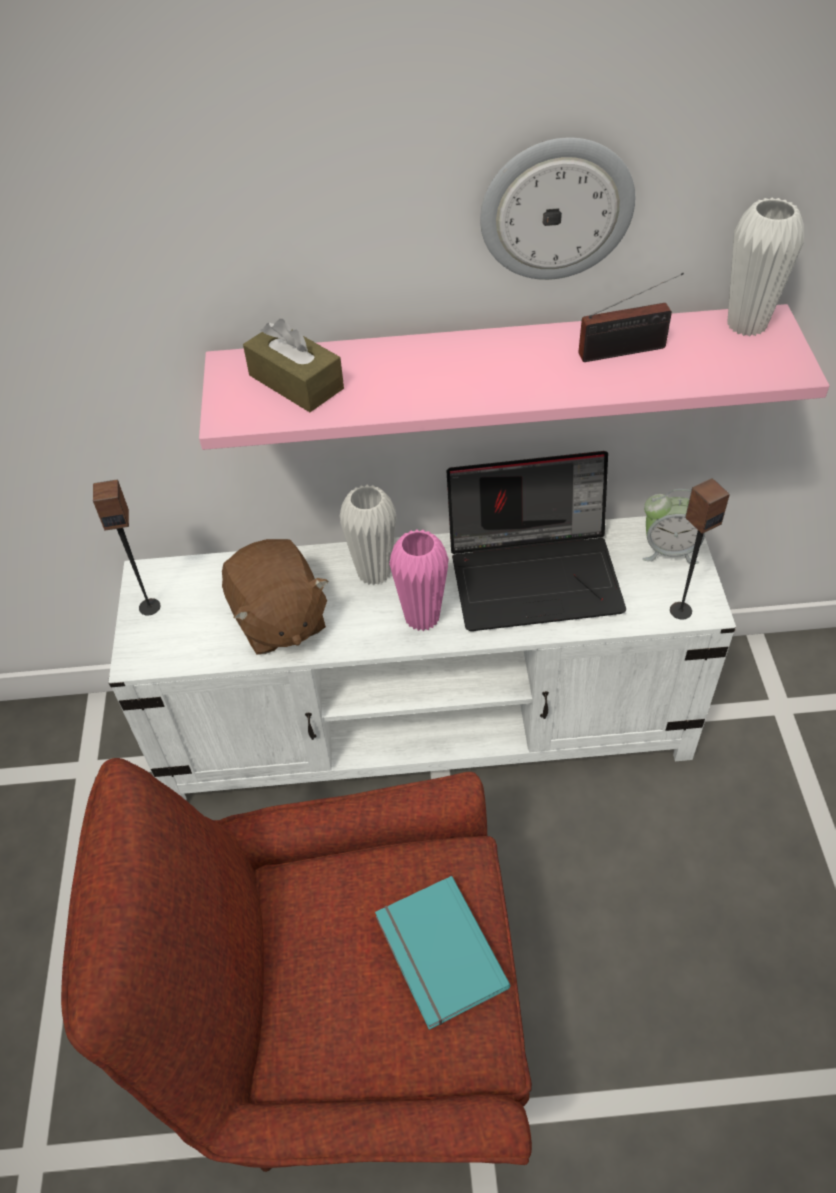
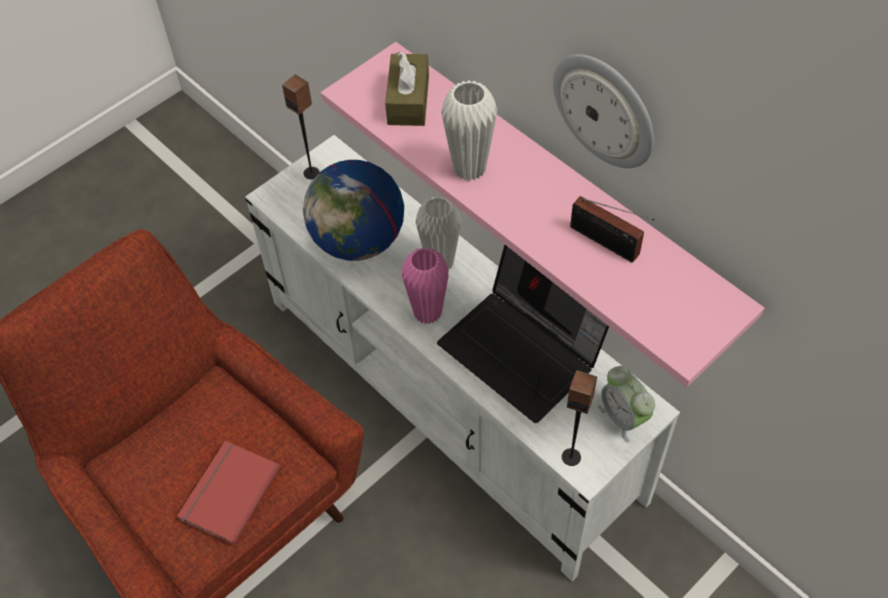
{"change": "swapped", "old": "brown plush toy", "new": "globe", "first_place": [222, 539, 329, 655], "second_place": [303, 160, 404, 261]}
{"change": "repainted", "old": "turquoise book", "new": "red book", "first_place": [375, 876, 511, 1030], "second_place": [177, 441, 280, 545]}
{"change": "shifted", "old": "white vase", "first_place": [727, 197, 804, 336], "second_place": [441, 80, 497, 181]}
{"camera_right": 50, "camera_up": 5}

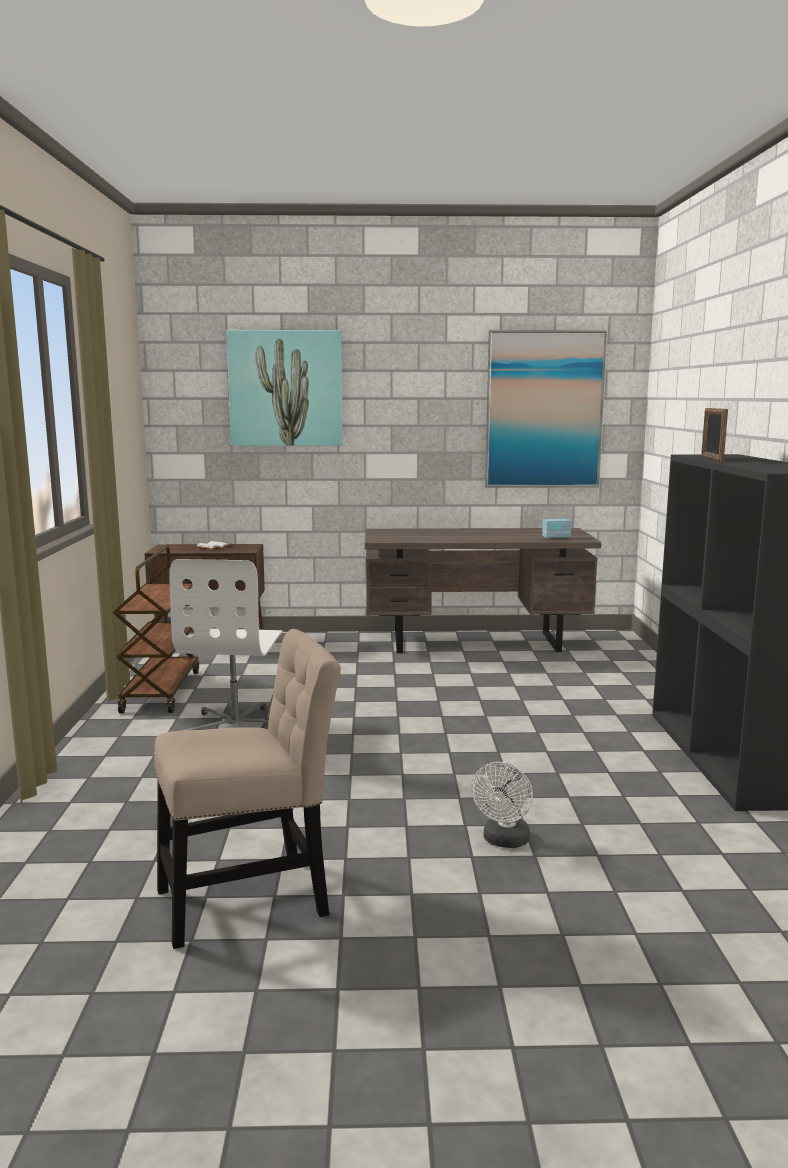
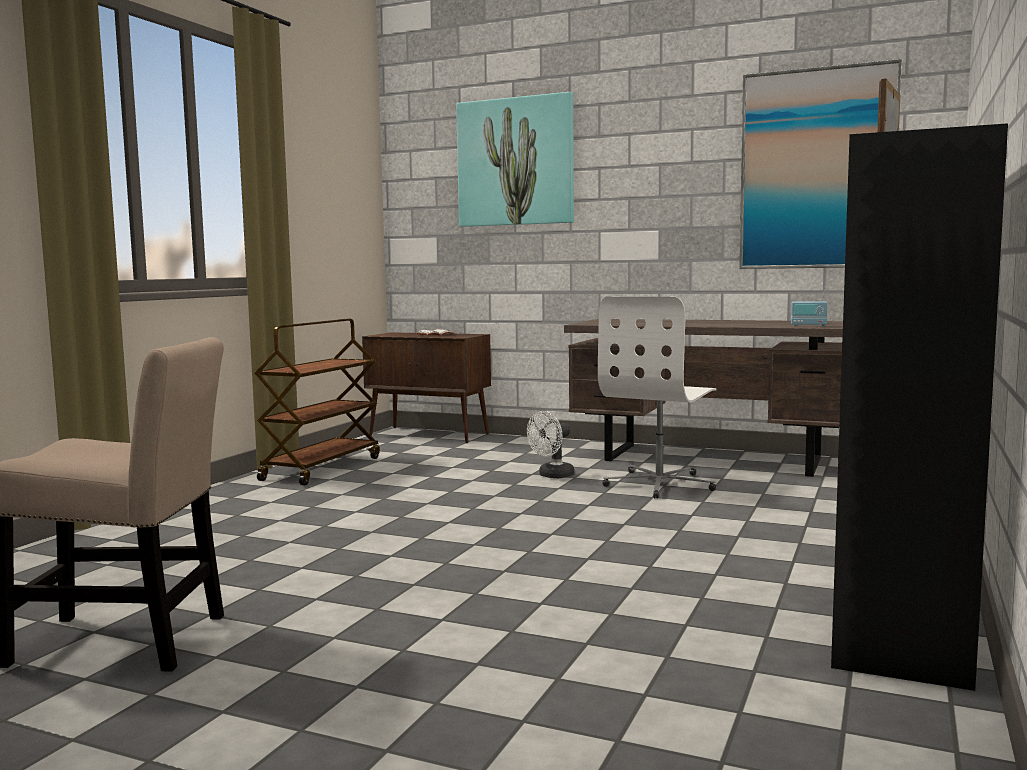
{"change": "shifted", "old": "white office chair", "first_place": [169, 559, 283, 731], "second_place": [598, 297, 717, 499]}
{"change": "shifted", "old": "white fan", "first_place": [471, 762, 533, 848], "second_place": [527, 411, 575, 478]}
{"camera_right": 25, "camera_up": -5}

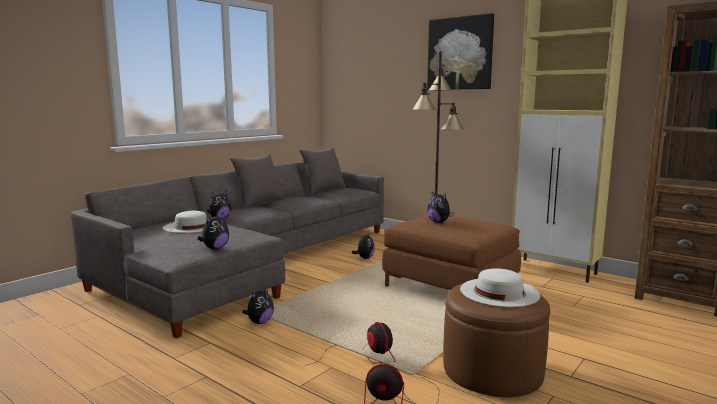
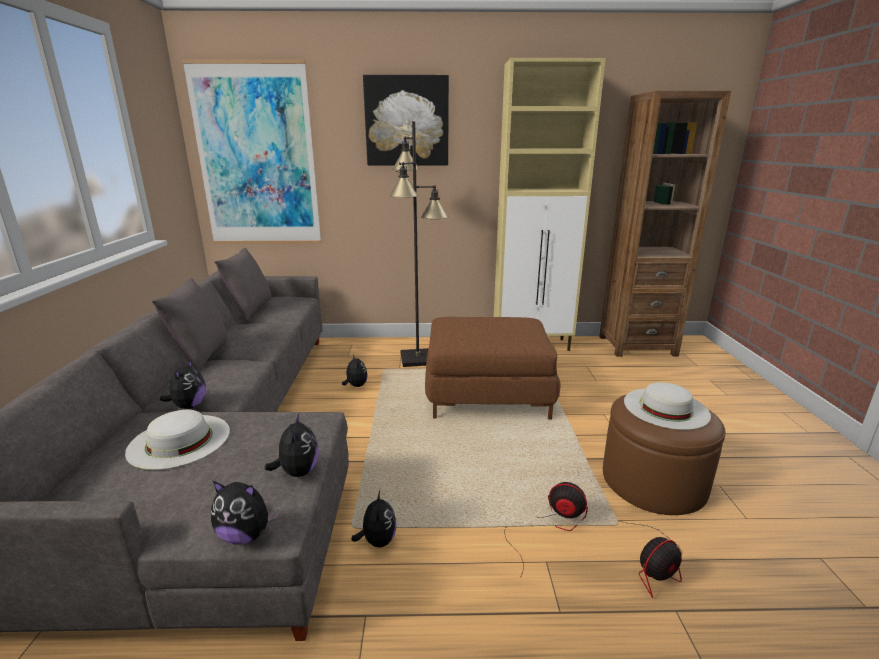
{"change": "shifted", "old": "plush toy", "first_place": [427, 192, 454, 223], "second_place": [211, 481, 278, 545]}
{"change": "new", "new": "picture", "second_place": [182, 59, 321, 244]}
{"camera_right": -40, "camera_up": 10}

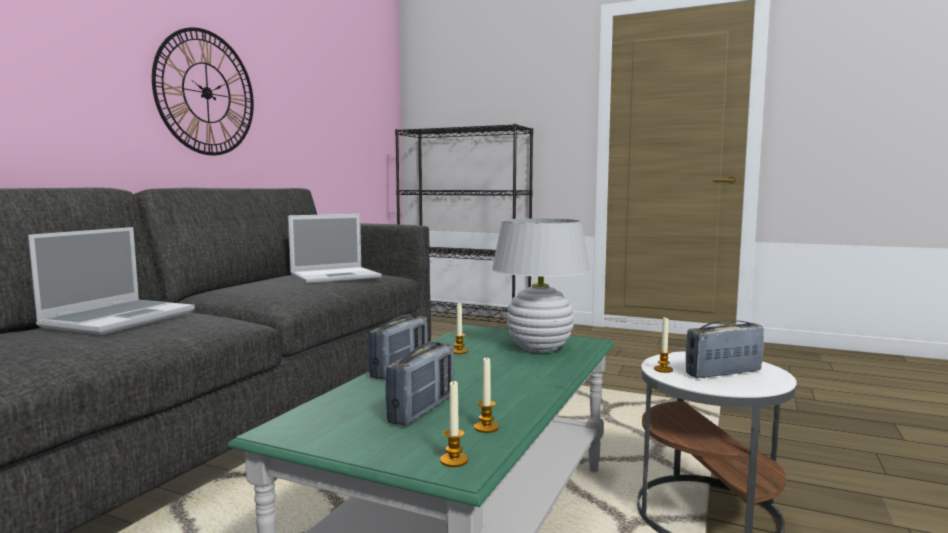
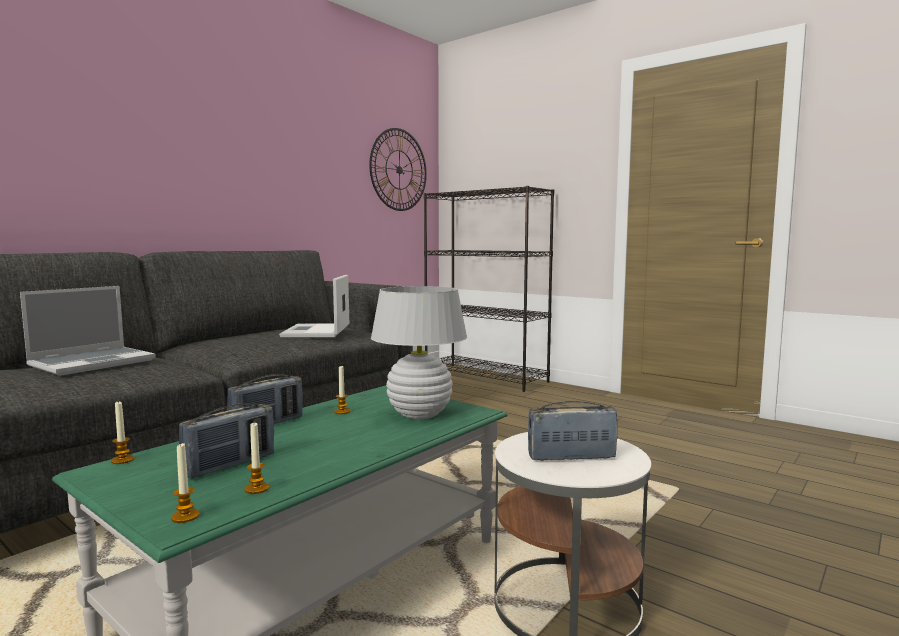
{"change": "shifted", "old": "wall clock", "first_place": [152, 27, 254, 155], "second_place": [369, 128, 427, 211]}
{"change": "rotated", "old": "laptop", "first_place": [288, 214, 382, 284], "second_place": [279, 275, 349, 337], "degrees": 105}
{"change": "shifted", "old": "candle", "first_place": [654, 317, 673, 373], "second_place": [111, 401, 135, 464]}
{"camera_right": 15, "camera_up": 0}

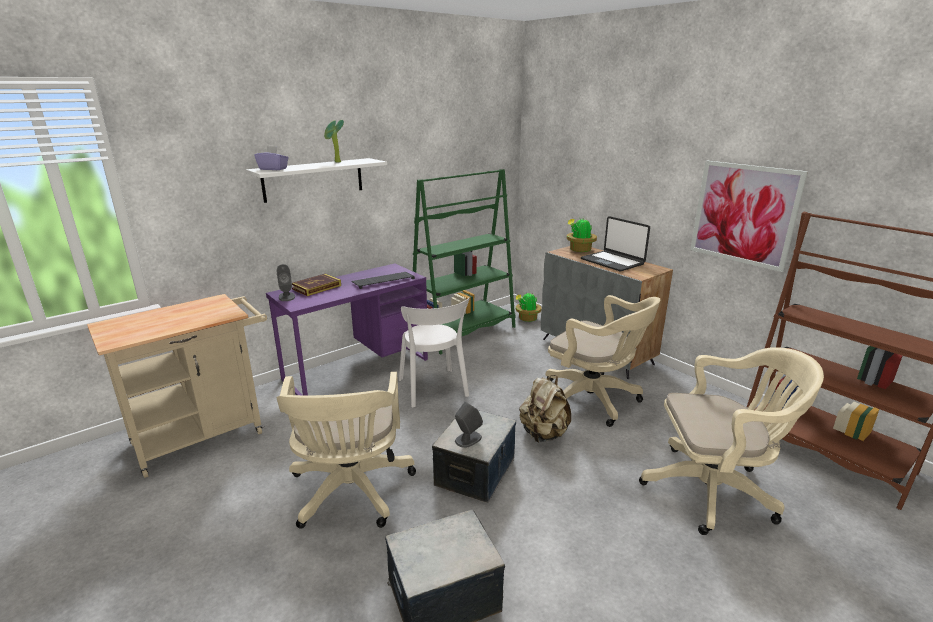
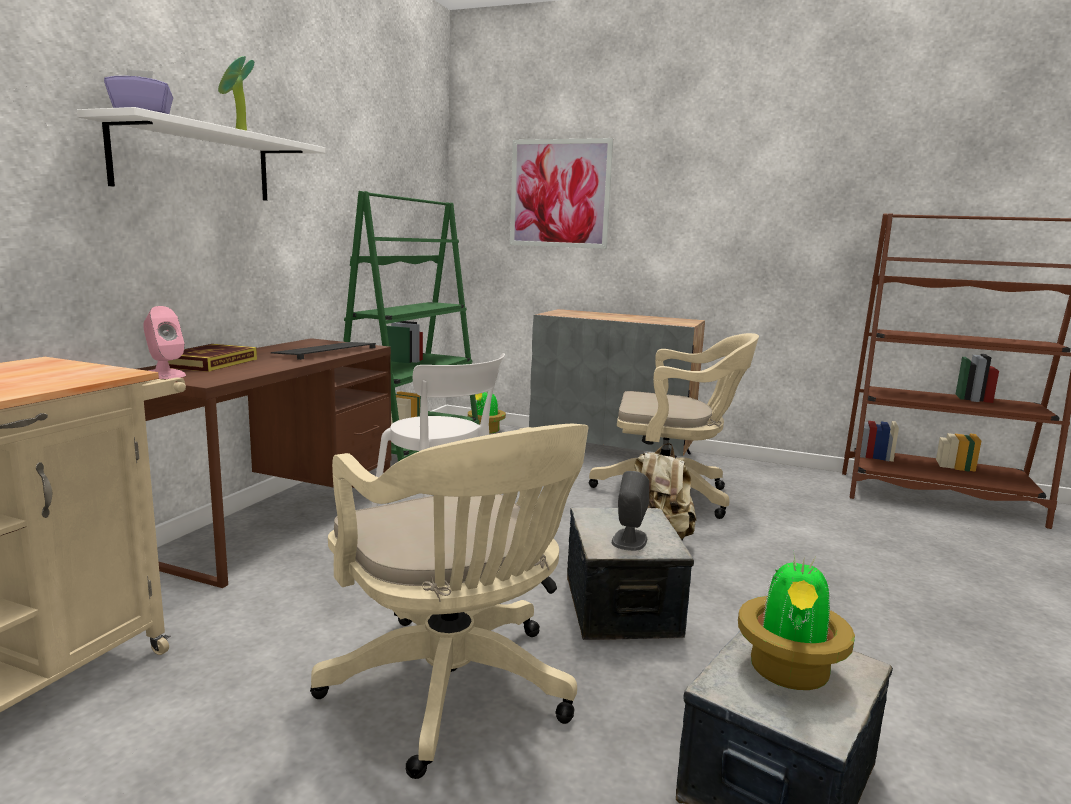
{"change": "repainted", "old": "purple desk", "new": "brown desk", "first_place": [266, 264, 428, 395], "second_place": [138, 338, 391, 588]}
{"change": "repainted", "old": "grey speaker", "new": "pink speaker", "first_place": [277, 264, 295, 301], "second_place": [143, 306, 186, 379]}
{"change": "shifted", "old": "potted plant", "first_place": [567, 217, 597, 252], "second_place": [738, 555, 855, 690]}
{"change": "gone", "old": "laptop", "first_place": [581, 216, 650, 271]}
{"change": "gone", "old": "beige office chair", "first_place": [639, 347, 824, 535]}
{"change": "shifted", "old": "picture", "first_place": [690, 161, 808, 272], "second_place": [510, 138, 613, 249]}
{"camera_right": -30, "camera_up": -10}

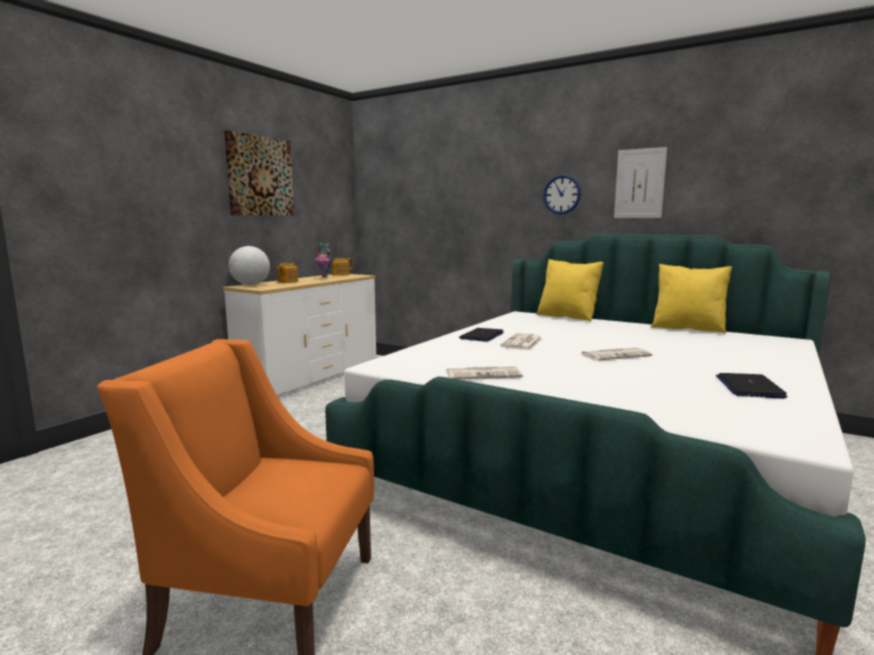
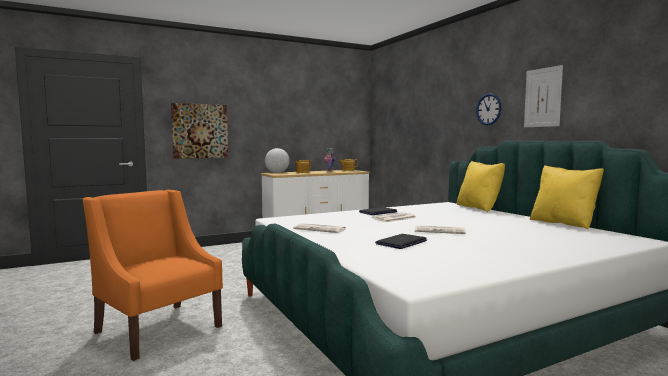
{"change": "shifted", "old": "picture", "first_place": [224, 130, 294, 216], "second_place": [171, 103, 228, 159]}
{"change": "shifted", "old": "laptop", "first_place": [716, 373, 788, 399], "second_place": [375, 234, 427, 249]}
{"camera_right": 30, "camera_up": -5}

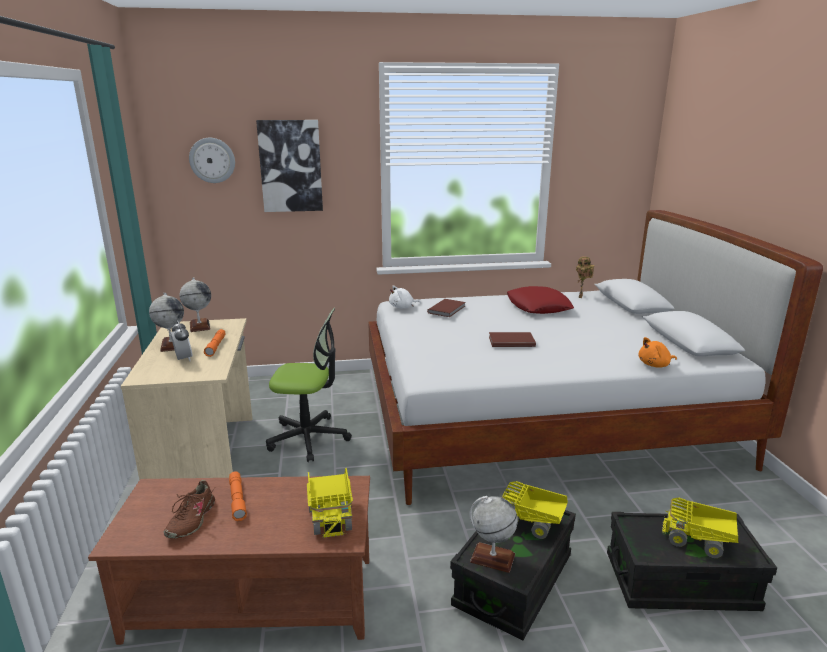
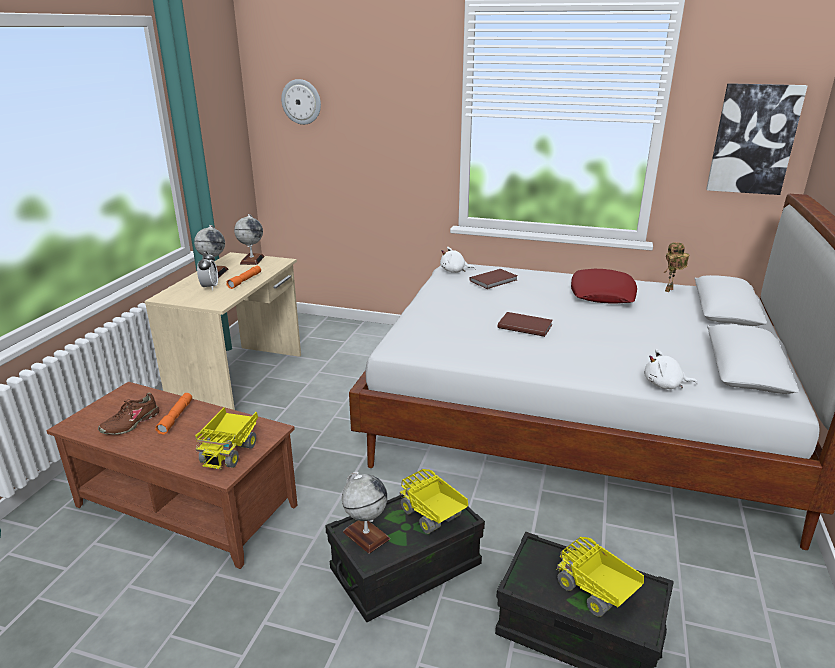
{"change": "shifted", "old": "picture", "first_place": [256, 120, 323, 212], "second_place": [706, 83, 807, 195]}
{"change": "gone", "old": "office chair", "first_place": [266, 308, 352, 462]}
{"change": "repainted", "old": "orange plush toy", "new": "white plush toy", "first_place": [639, 337, 677, 368], "second_place": [645, 349, 698, 389]}
{"camera_right": 25, "camera_up": 5}

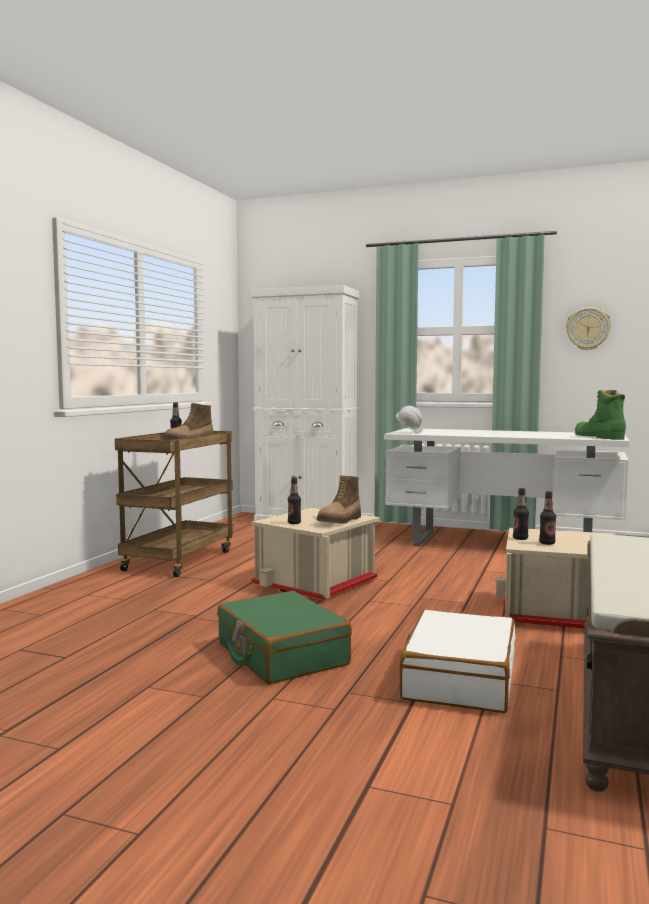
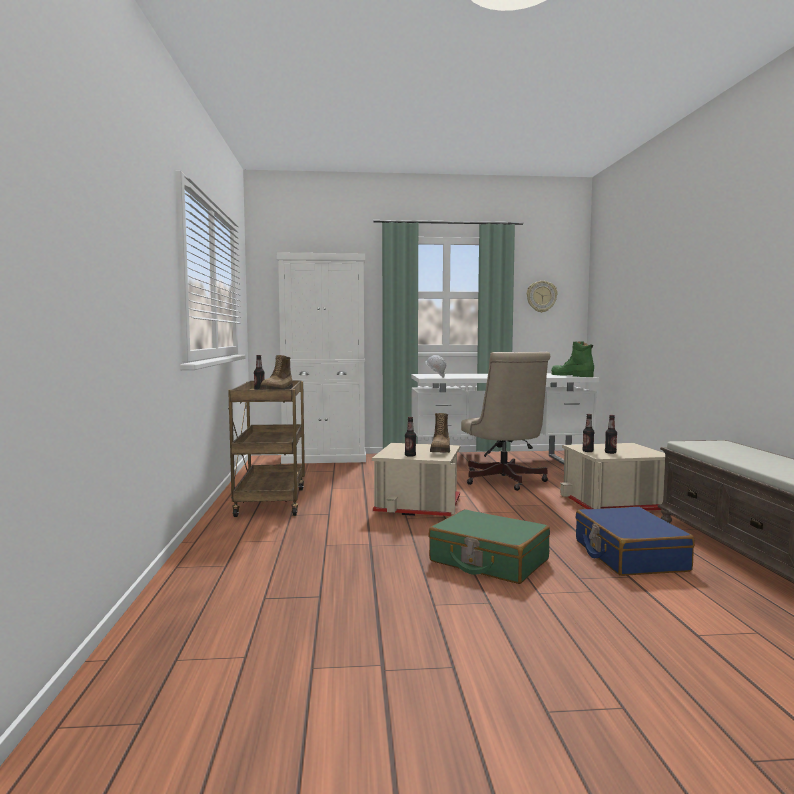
{"change": "repainted", "old": "white suitcase", "new": "blue suitcase", "first_place": [400, 610, 516, 713], "second_place": [575, 507, 695, 576]}
{"change": "new", "new": "beige office chair", "second_place": [461, 352, 550, 491]}
{"camera_right": -25, "camera_up": 0}

